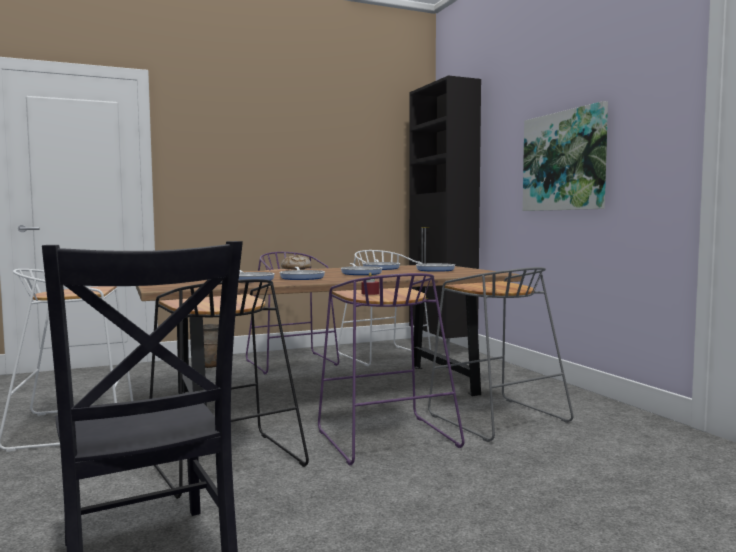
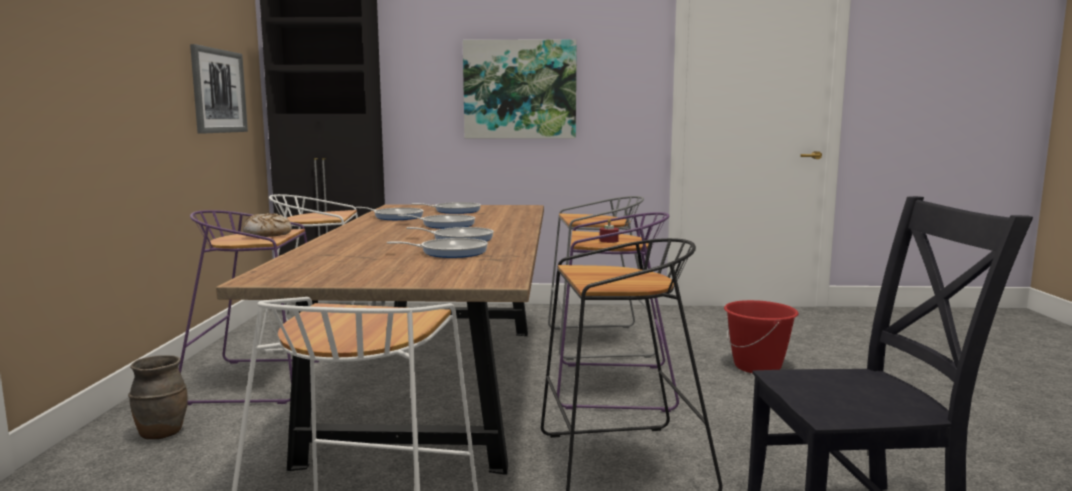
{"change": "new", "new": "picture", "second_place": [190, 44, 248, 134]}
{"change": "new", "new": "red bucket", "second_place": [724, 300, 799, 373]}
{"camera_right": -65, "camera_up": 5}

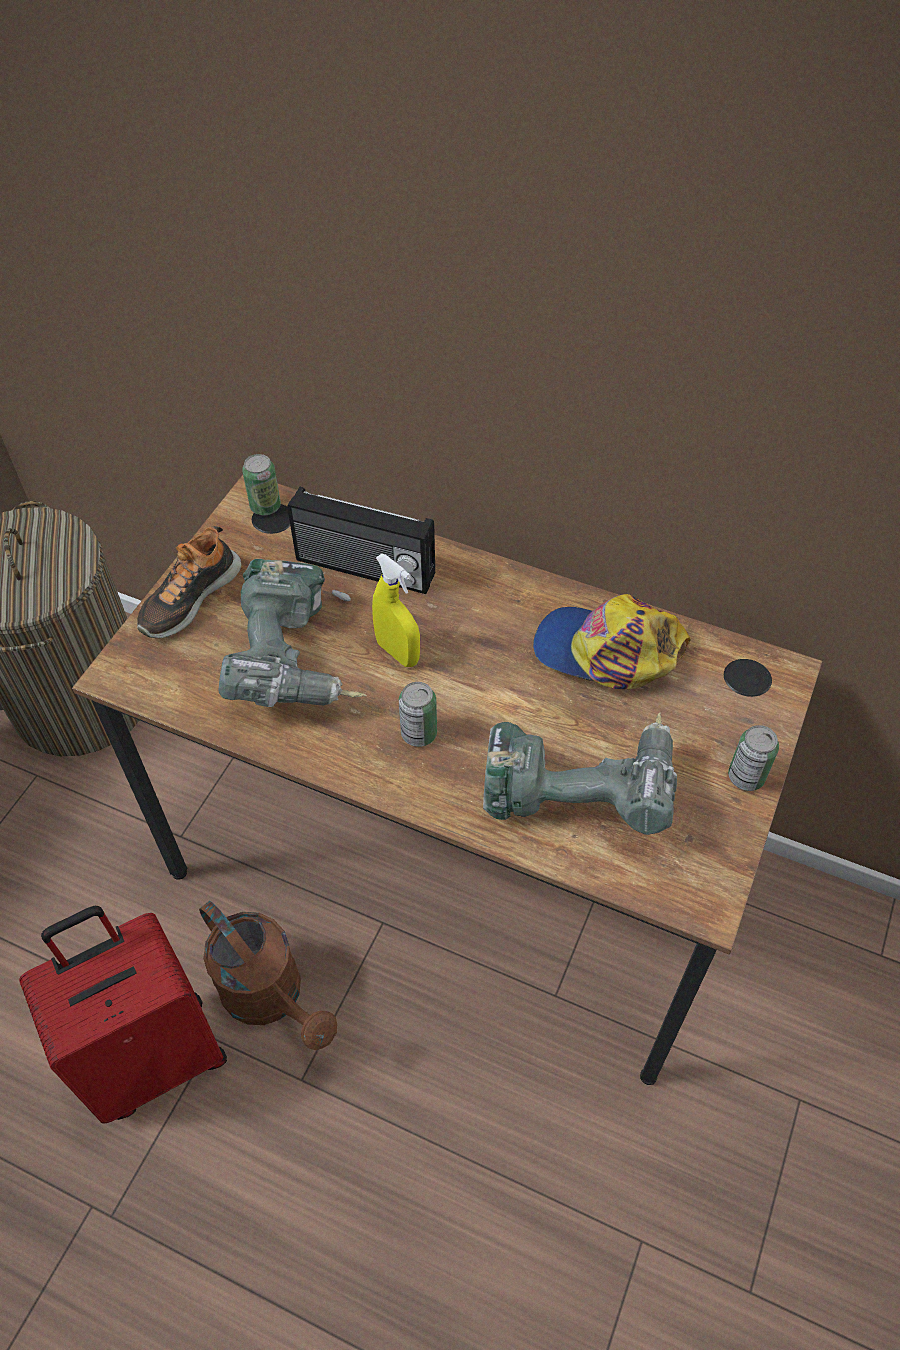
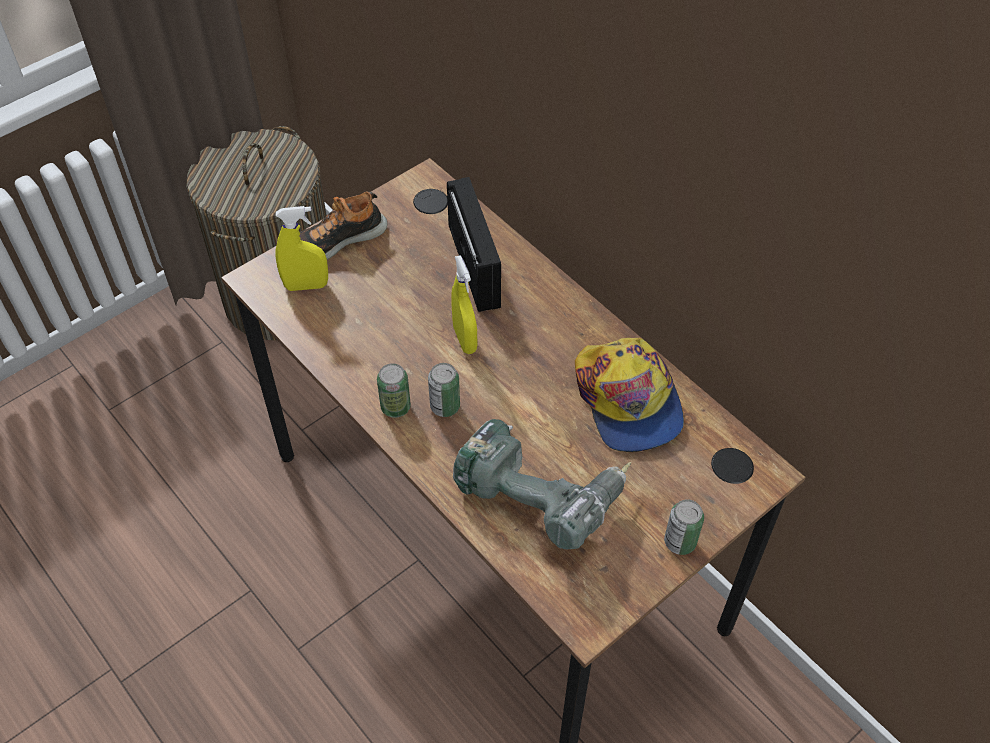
{"change": "gone", "old": "red suitcase", "first_place": [19, 906, 227, 1124]}
{"change": "gone", "old": "brown watering can", "first_place": [199, 901, 337, 1050]}
{"change": "gone", "old": "power drill", "first_place": [219, 559, 366, 707]}
{"change": "shifted", "old": "can", "first_place": [242, 454, 281, 515], "second_place": [377, 363, 411, 418]}
{"change": "rotated", "old": "radio", "first_place": [287, 487, 435, 594], "second_place": [447, 177, 501, 312], "degrees": -150}
{"change": "rotated", "old": "cap", "first_place": [533, 594, 691, 689], "second_place": [575, 338, 684, 452], "degrees": -150}
{"change": "new", "new": "yellow spray bottle", "second_place": [275, 206, 328, 291]}
{"camera_right": 25, "camera_up": 0}

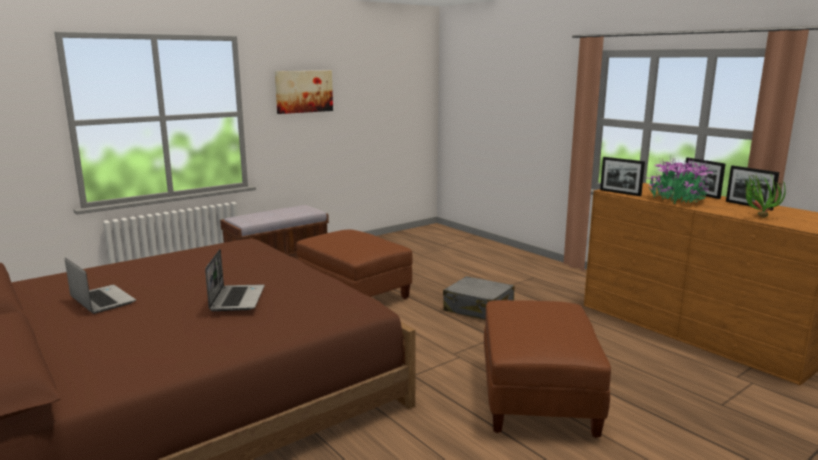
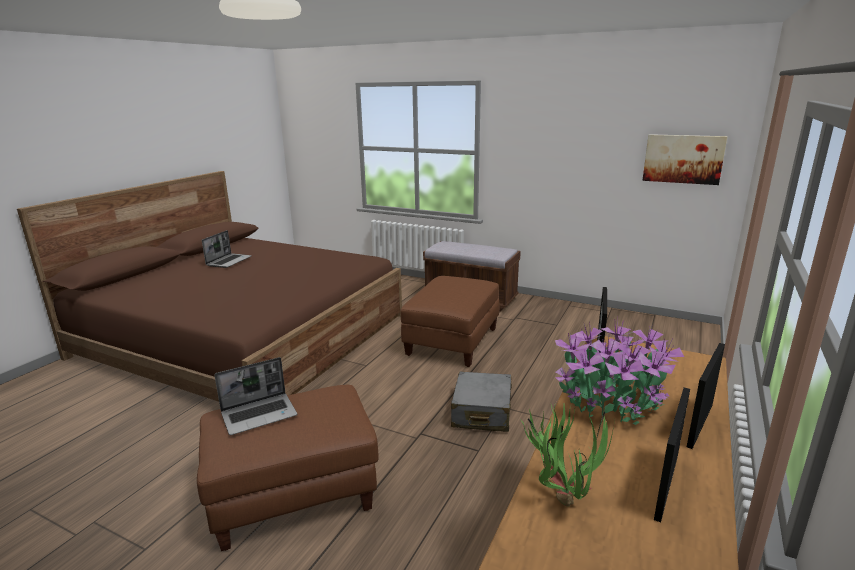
{"change": "shifted", "old": "laptop", "first_place": [205, 249, 265, 311], "second_place": [214, 357, 297, 435]}
{"change": "shifted", "old": "picture", "first_place": [275, 71, 333, 114], "second_place": [642, 134, 727, 185]}
{"camera_right": 65, "camera_up": 5}

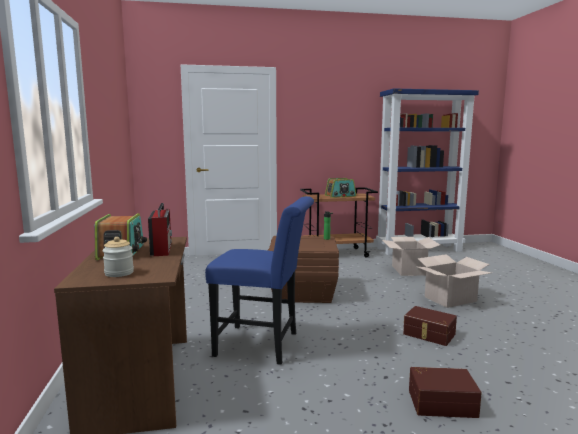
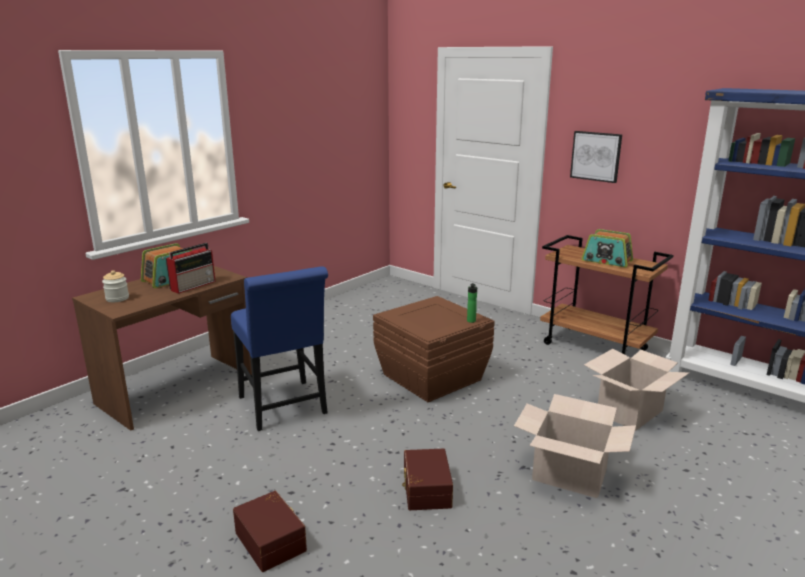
{"change": "new", "new": "picture", "second_place": [570, 131, 622, 183]}
{"camera_right": 50, "camera_up": 10}

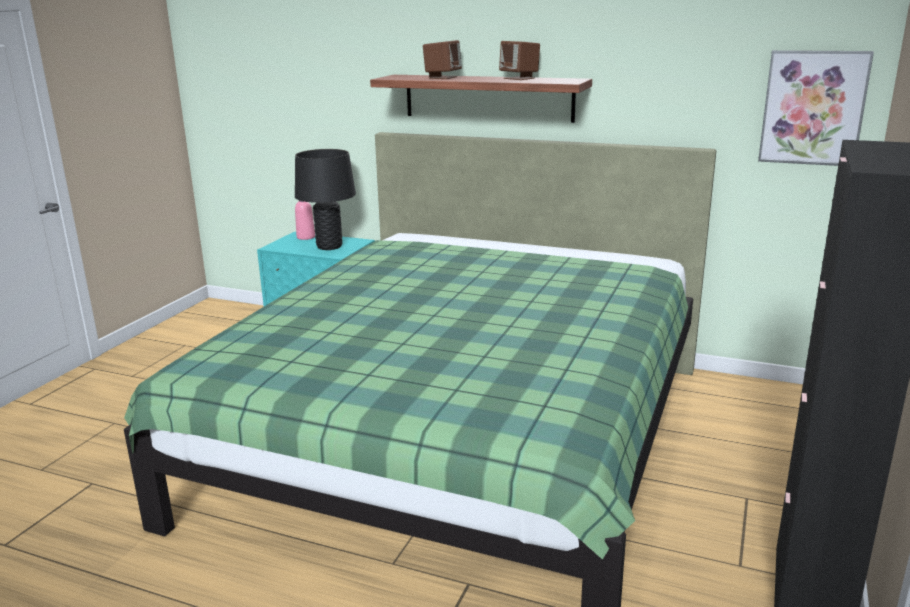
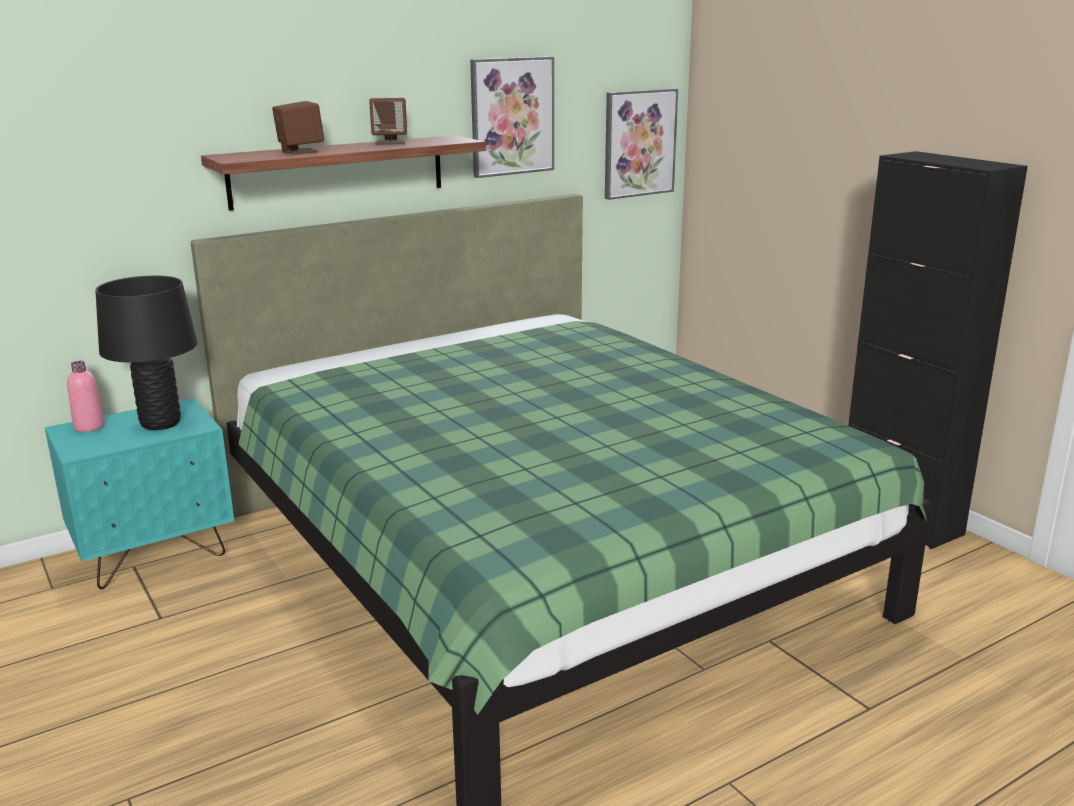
{"change": "new", "new": "picture", "second_place": [470, 56, 554, 178]}
{"camera_right": -55, "camera_up": 0}

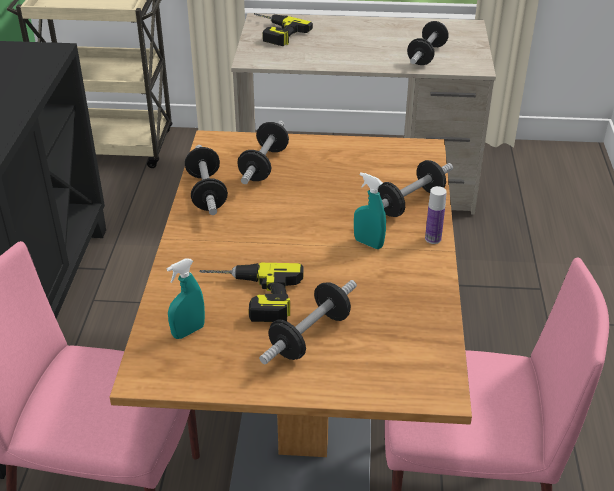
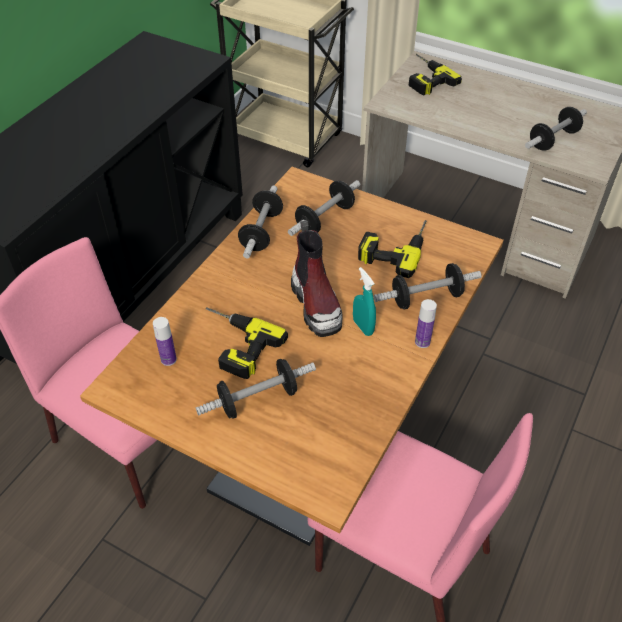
{"change": "swapped", "old": "turquoise spray bottle", "new": "bottle", "first_place": [166, 258, 205, 339], "second_place": [153, 317, 177, 366]}
{"change": "new", "new": "boot", "second_place": [291, 220, 343, 337]}
{"change": "new", "new": "power drill", "second_place": [358, 220, 427, 278]}
{"camera_right": 25, "camera_up": 10}

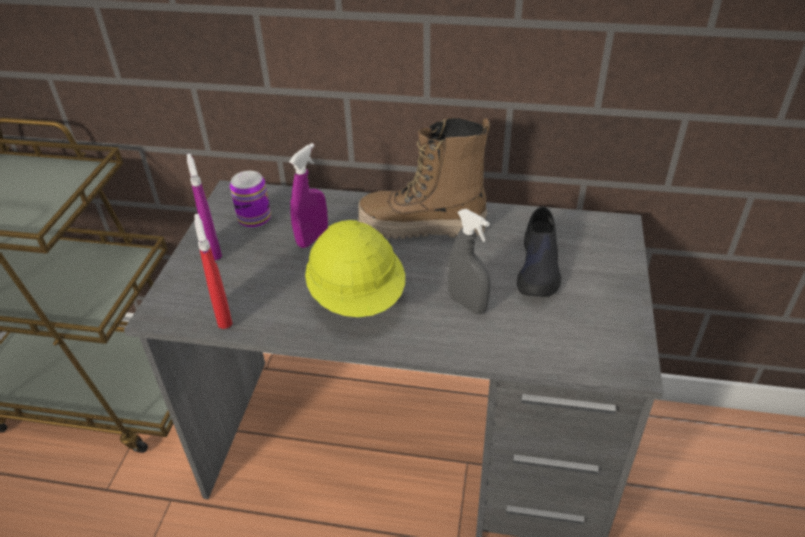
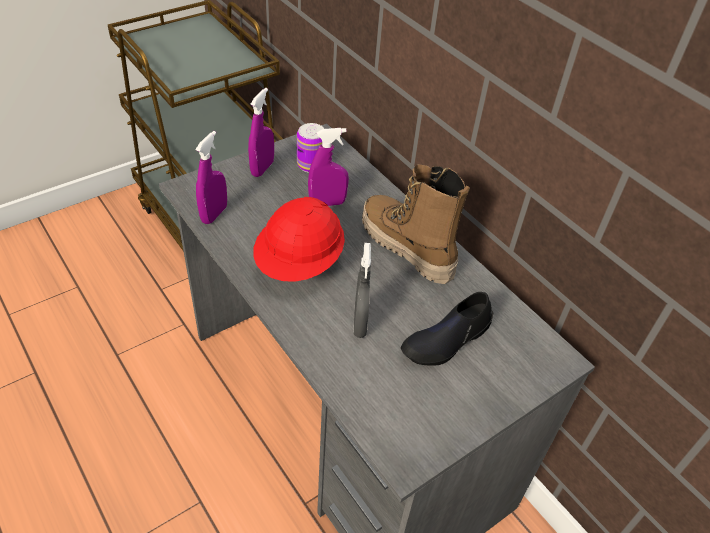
{"change": "repainted", "old": "red spray bottle", "new": "purple spray bottle", "first_place": [194, 214, 232, 329], "second_place": [195, 131, 227, 224]}
{"change": "repainted", "old": "yellow hard hat", "new": "red hard hat", "first_place": [305, 220, 405, 317], "second_place": [253, 197, 345, 282]}
{"camera_right": 40, "camera_up": 5}

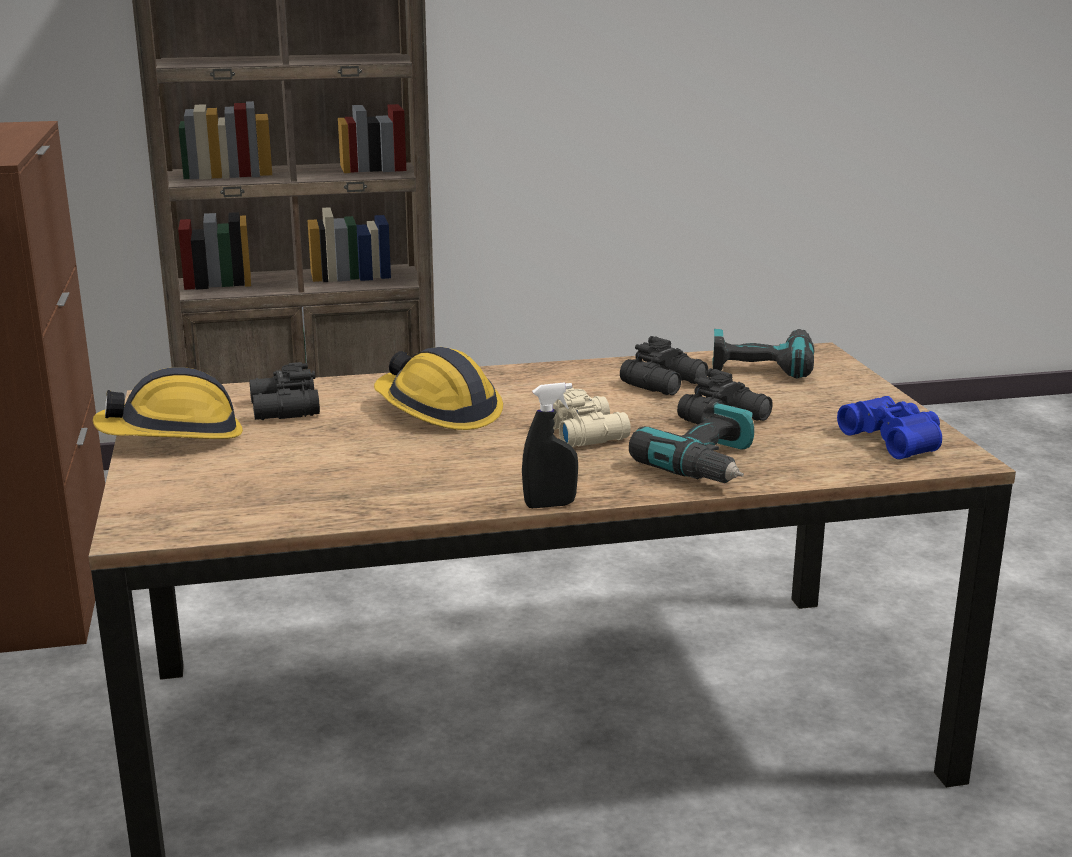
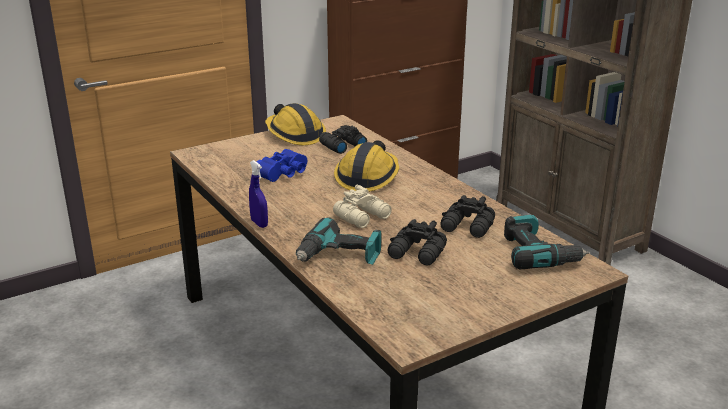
{"change": "repainted", "old": "black spray bottle", "new": "blue spray bottle", "first_place": [522, 383, 578, 508], "second_place": [249, 160, 268, 228]}
{"change": "shifted", "old": "blue binoculars", "first_place": [837, 396, 942, 459], "second_place": [256, 149, 307, 182]}
{"camera_right": 70, "camera_up": 5}

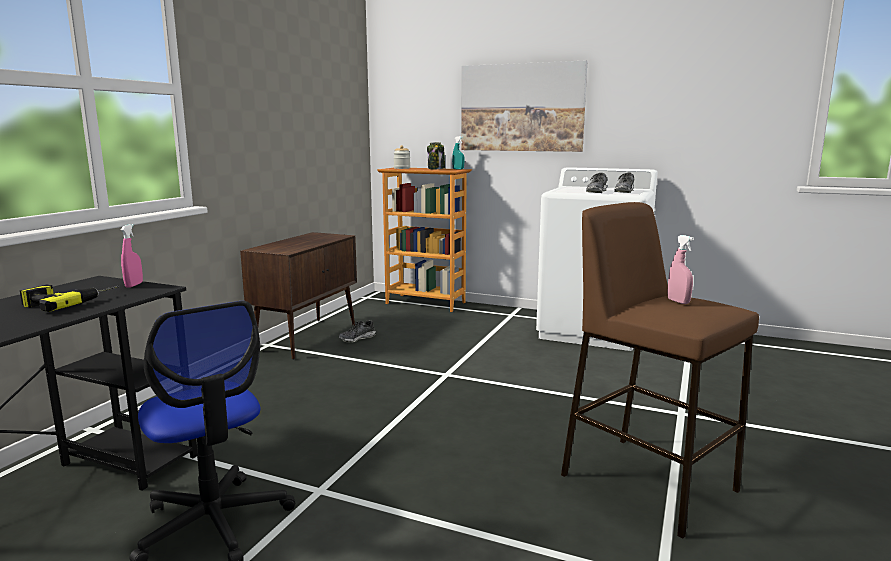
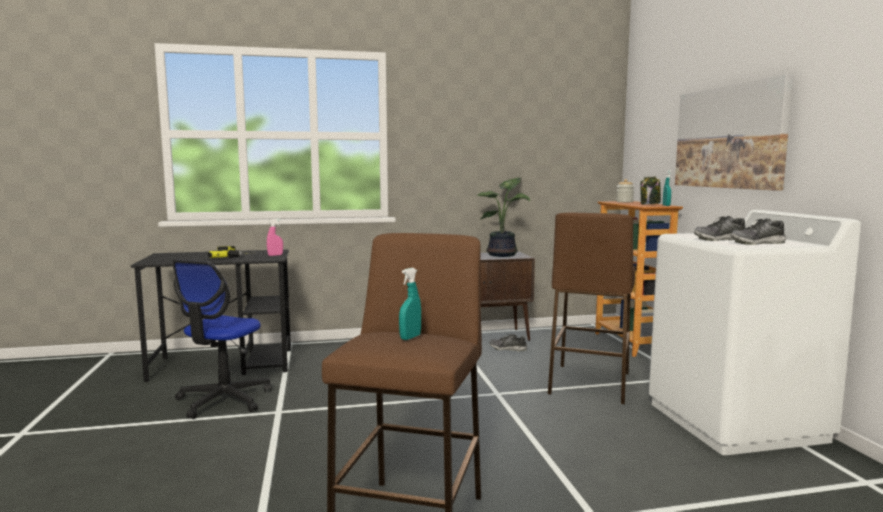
{"change": "repainted", "old": "pink spray bottle", "new": "turquoise spray bottle", "first_place": [667, 235, 694, 304], "second_place": [399, 268, 421, 340]}
{"change": "new", "new": "potted plant", "second_place": [477, 178, 530, 257]}
{"change": "new", "new": "brown stool", "second_place": [548, 212, 635, 404]}
{"camera_right": 55, "camera_up": -5}

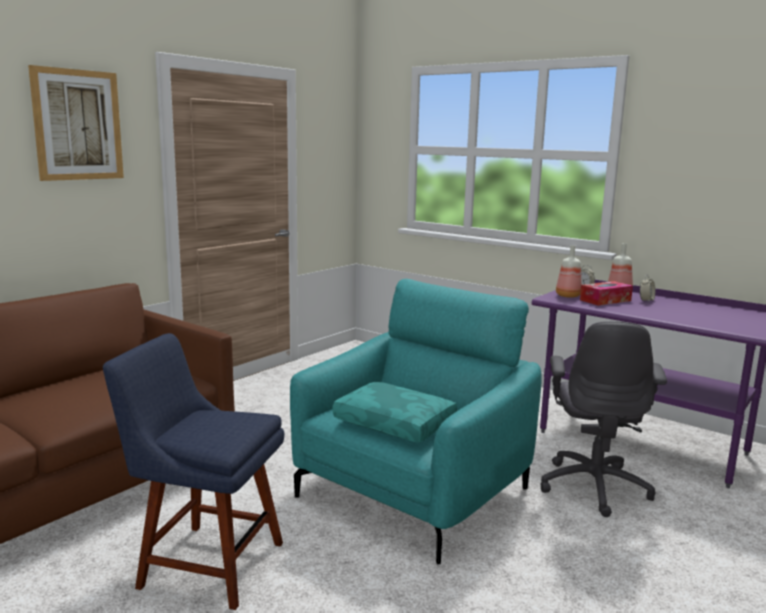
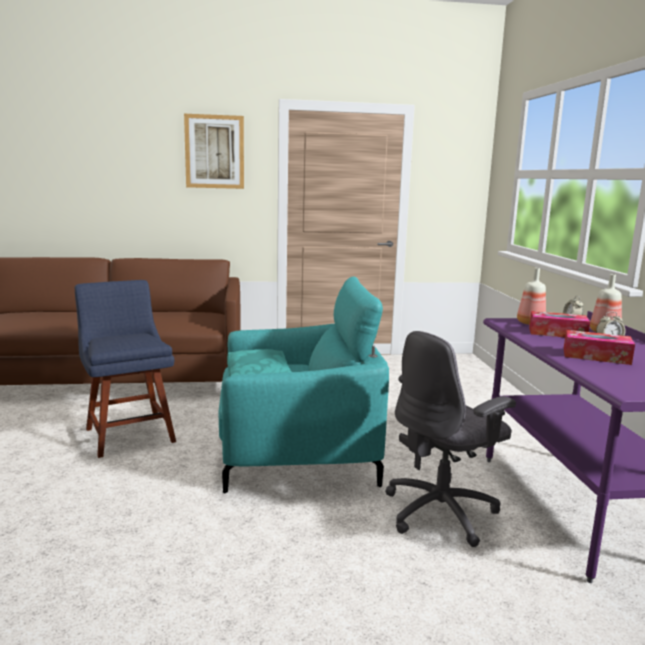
{"change": "new", "new": "tissue box", "second_place": [564, 330, 635, 365]}
{"camera_right": 45, "camera_up": 0}

